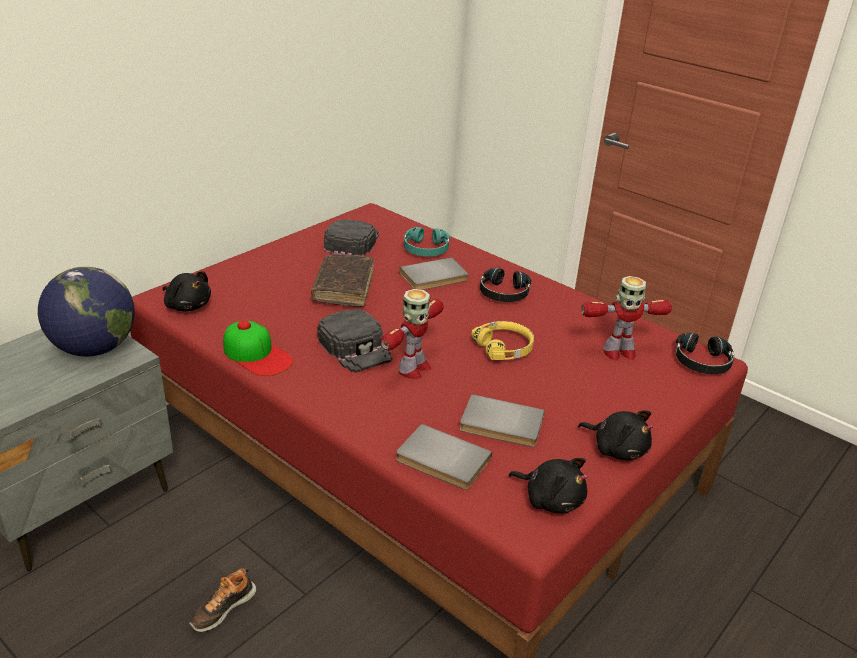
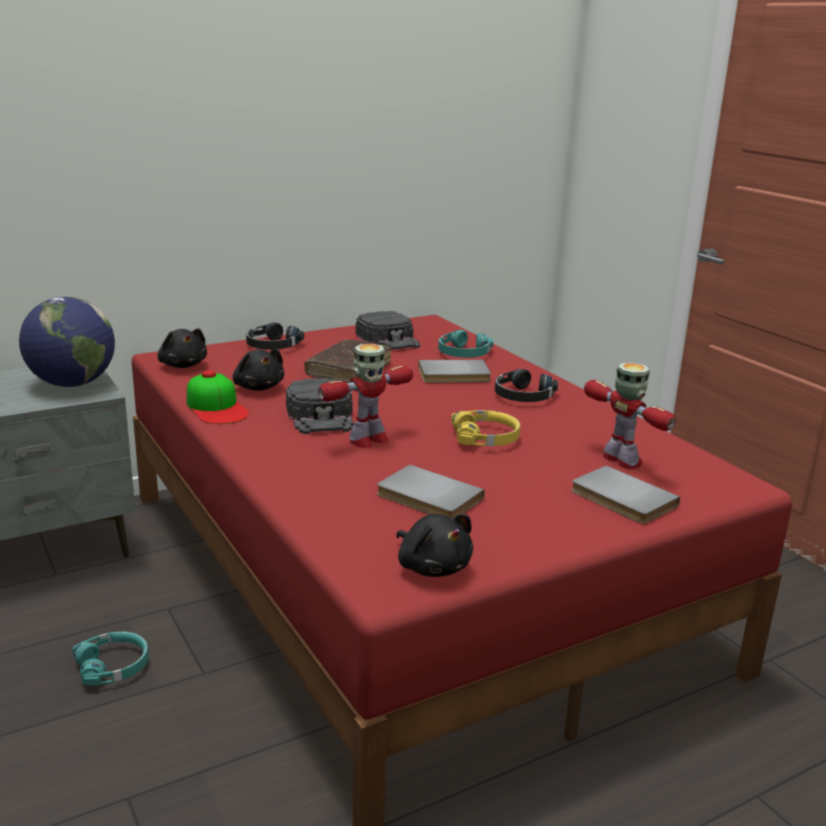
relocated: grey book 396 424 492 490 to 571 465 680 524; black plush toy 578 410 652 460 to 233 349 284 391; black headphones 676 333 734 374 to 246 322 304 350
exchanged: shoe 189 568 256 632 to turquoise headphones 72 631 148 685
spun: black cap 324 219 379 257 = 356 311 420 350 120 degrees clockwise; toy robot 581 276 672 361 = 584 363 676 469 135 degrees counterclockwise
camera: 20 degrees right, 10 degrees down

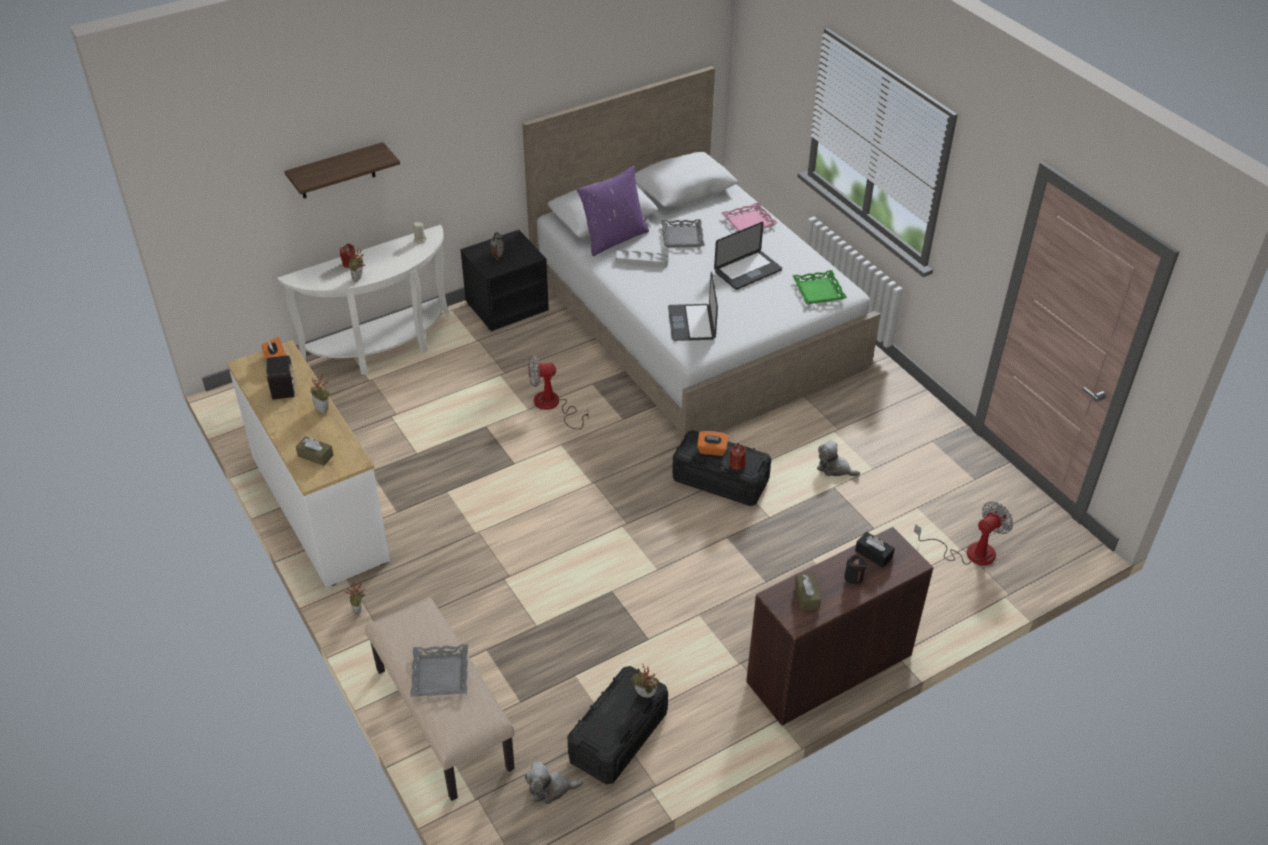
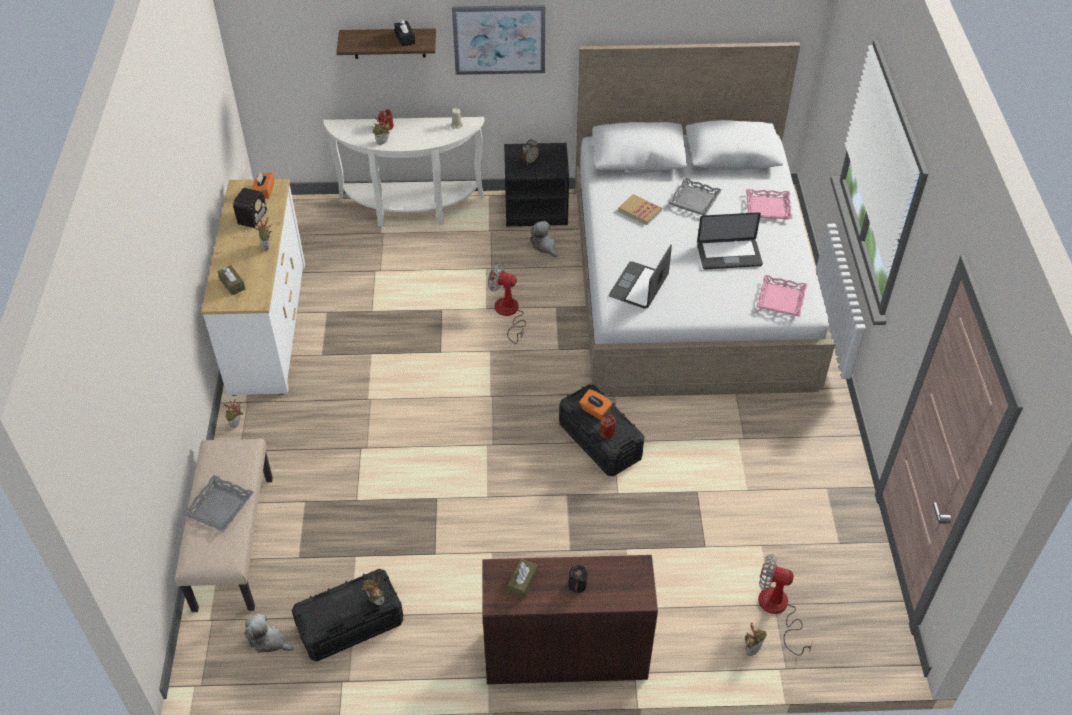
missing: purple pillow 577 166 649 256
appeared: picture 452 5 545 75; potted plant 745 622 767 656
relocated: plush toy 817 440 860 476 to 530 221 558 258; black tissue box 855 532 895 568 to 394 19 415 47
exchanged: grey tray 615 250 669 268 to book 618 194 662 225
colour: green tray 792 270 847 304 to pink tray 756 275 808 316
spun: fan 914 502 1013 565 = 758 554 813 656 150 degrees counterclockwise
camera: 30 degrees right, 5 degrees up

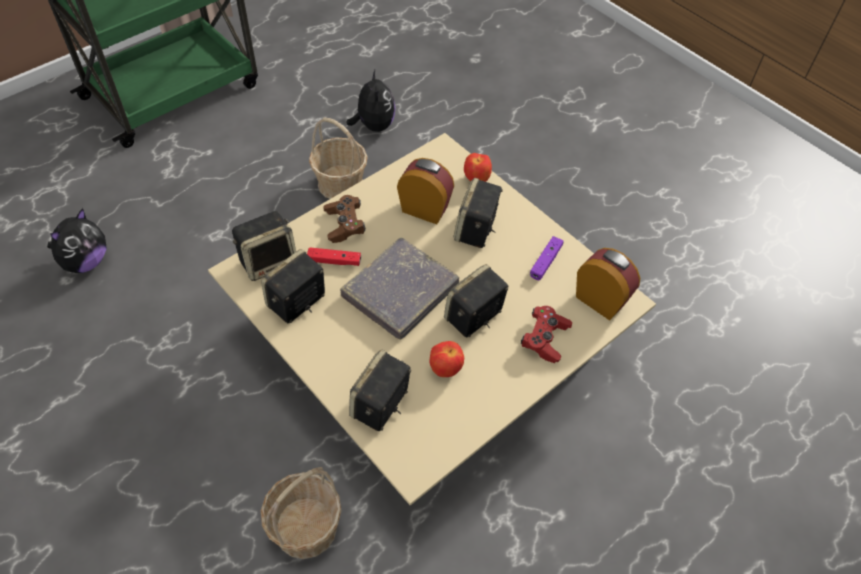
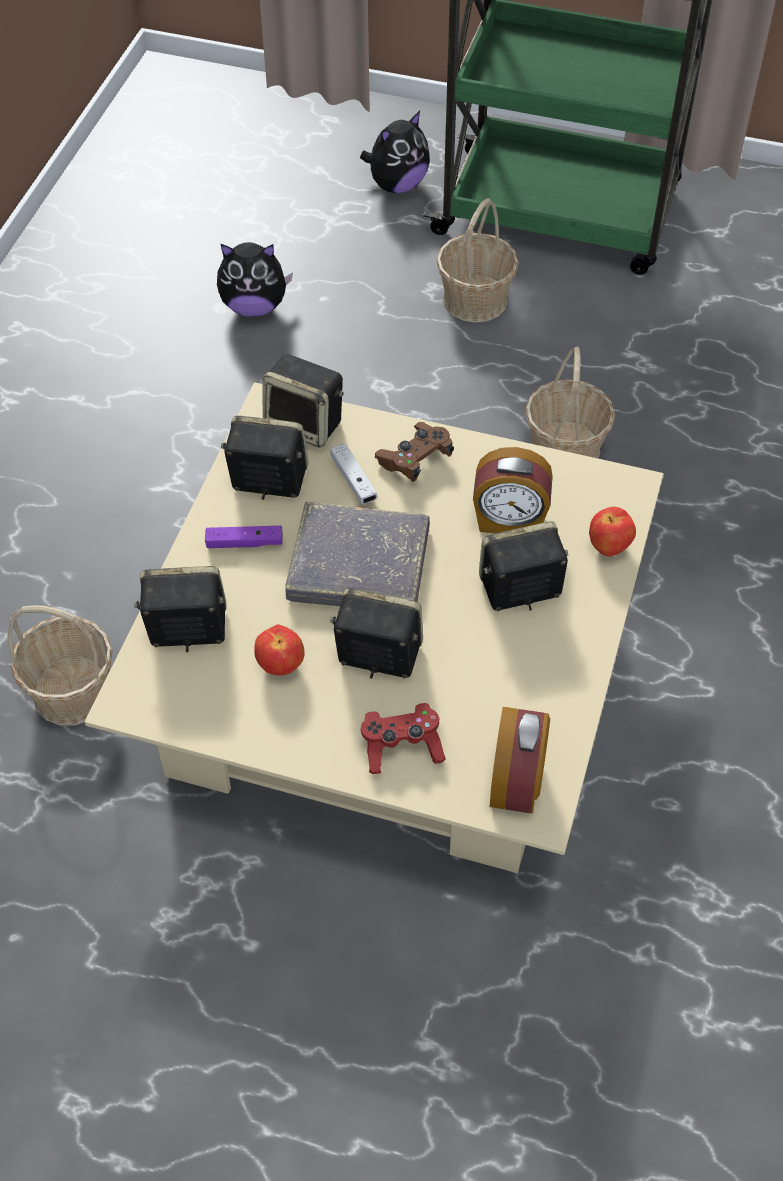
appeared: basket 436 198 519 323
relocated: plush toy 347 70 395 132 to 360 111 430 193; purple game controller 530 236 564 280 to 205 526 283 548
colour: red game controller 307 247 361 266 to white game controller 330 444 377 504
spun: alarm clock 397 158 454 224 = 473 447 553 534 105 degrees clockwise
camera: 60 degrees right, 0 degrees up

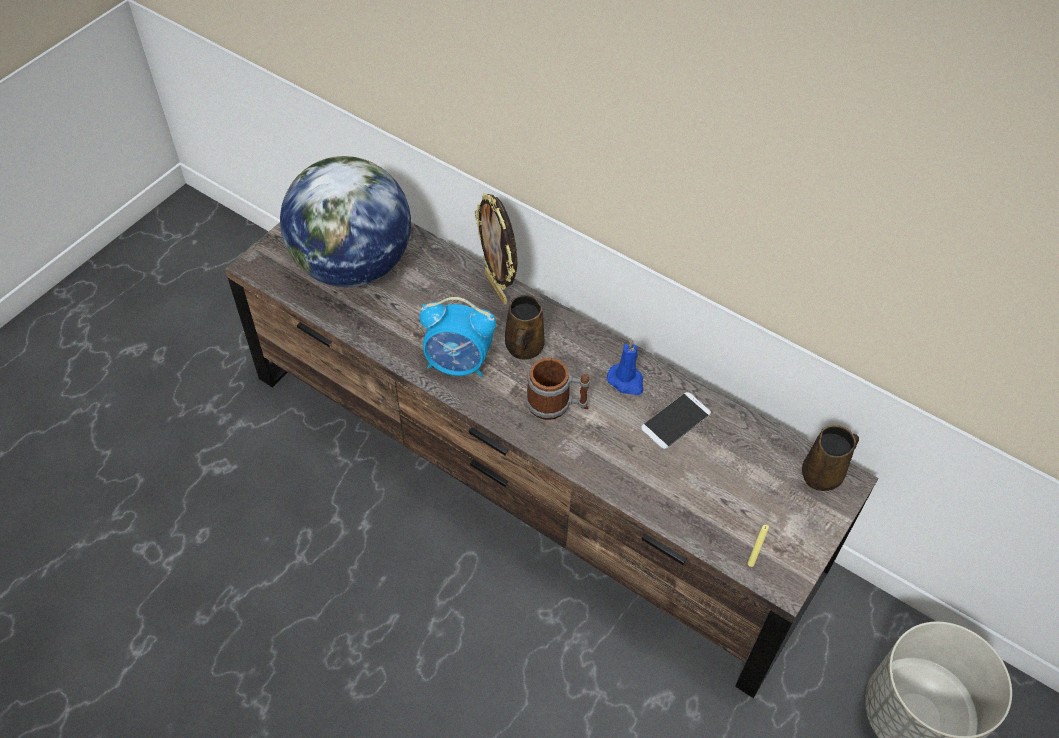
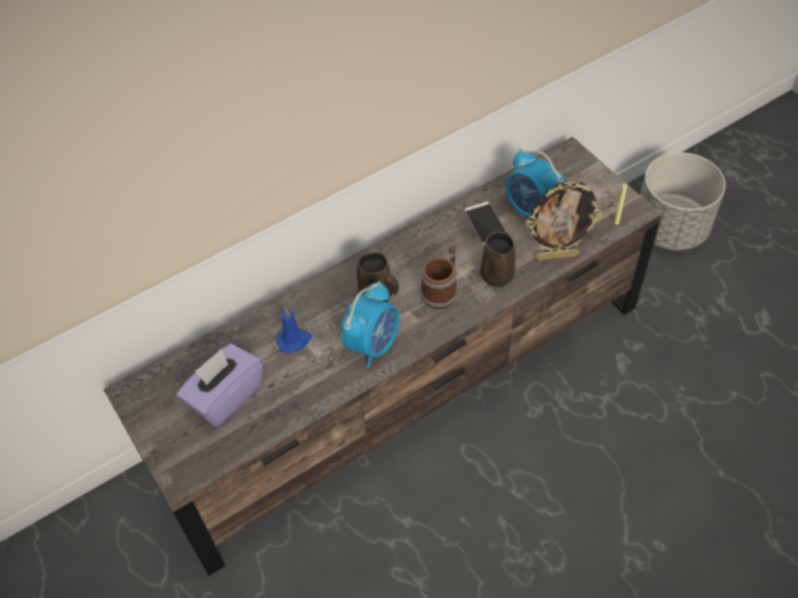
appeared: alarm clock 506 149 565 216
relocated: picture frame 475 193 517 305 to 526 181 602 260; blue candle 607 339 643 395 to 276 307 312 353; brown mug 802 425 859 491 to 481 232 515 287
exchanged: globe 280 156 411 287 to purple tissue box 176 344 263 427
camera: 65 degrees left, 0 degrees up

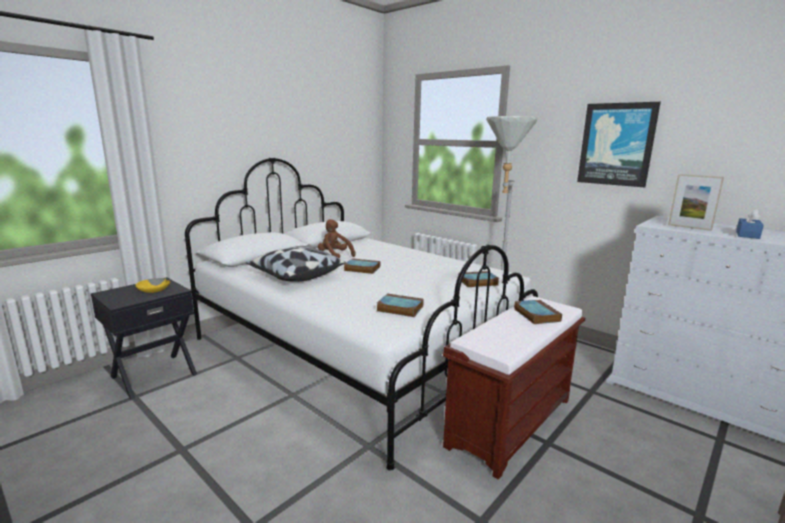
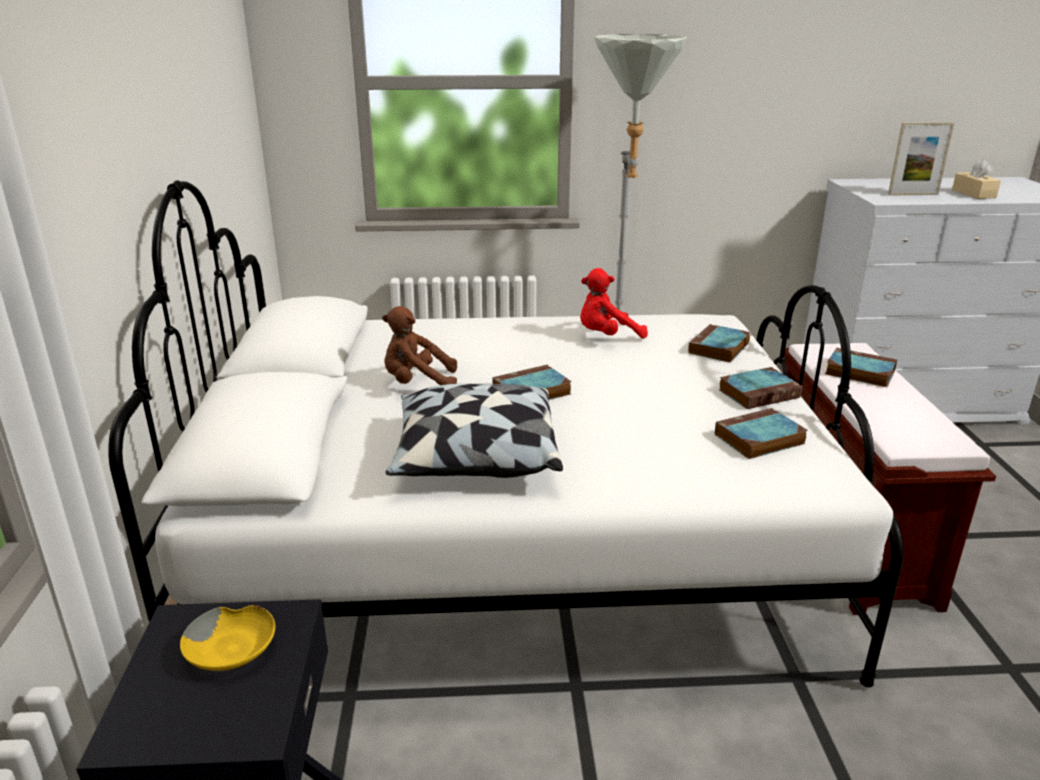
missing: picture 577 102 661 187
appeared: red plush toy 580 268 648 339; book 718 367 803 409
colour: blue tissue box 736 209 764 239 to beige tissue box 952 159 1001 199
camera: 45 degrees left, 10 degrees up

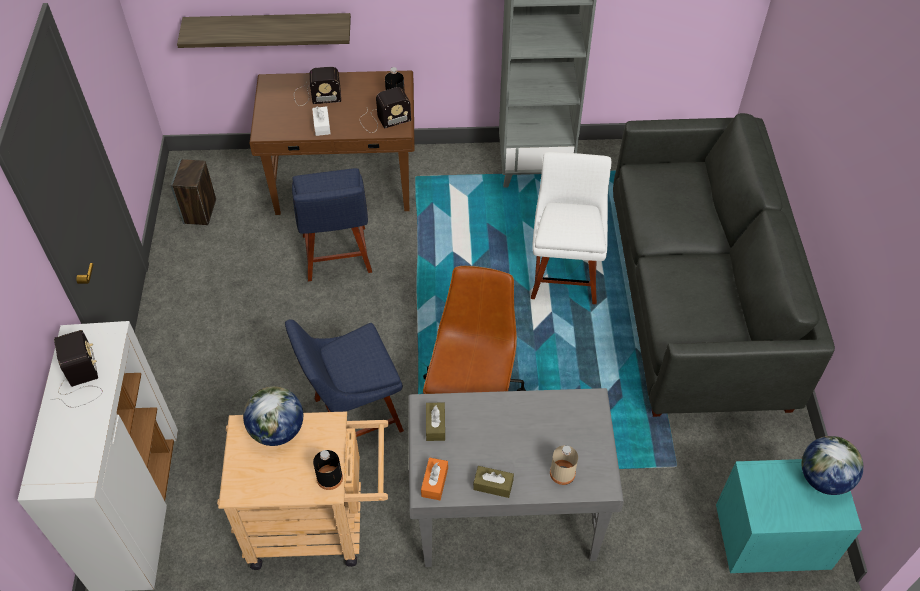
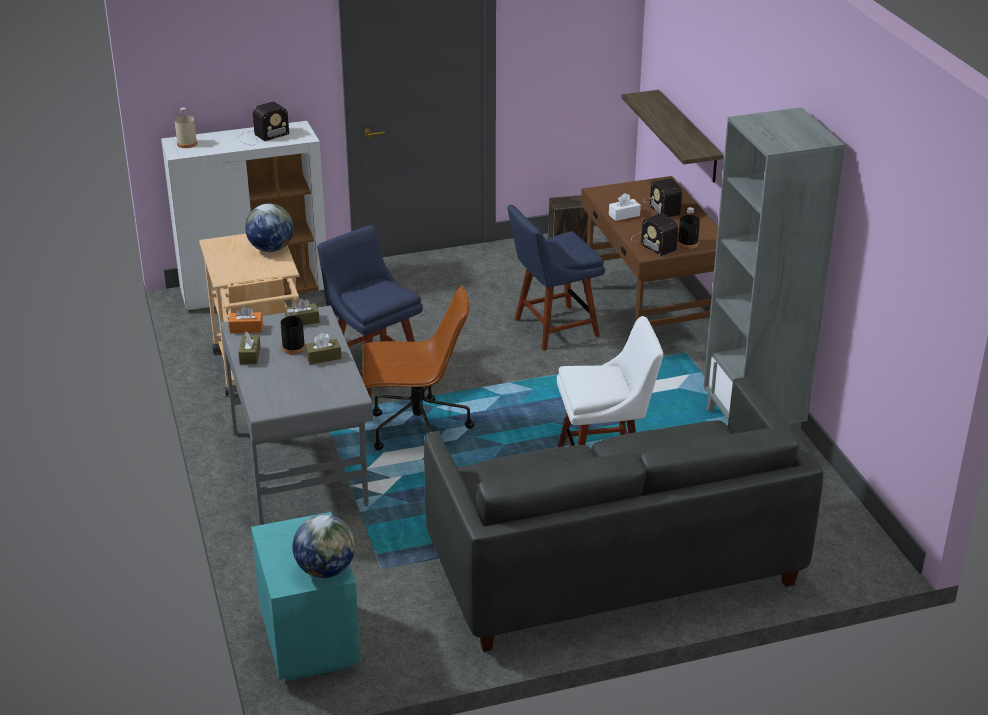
appeared: brown tissue box 305 333 342 365
relocated: black bottle 313 450 343 490 to 280 309 305 354; beige bottle 550 445 578 485 to 175 107 197 148
camera: 75 degrees right, 20 degrees down

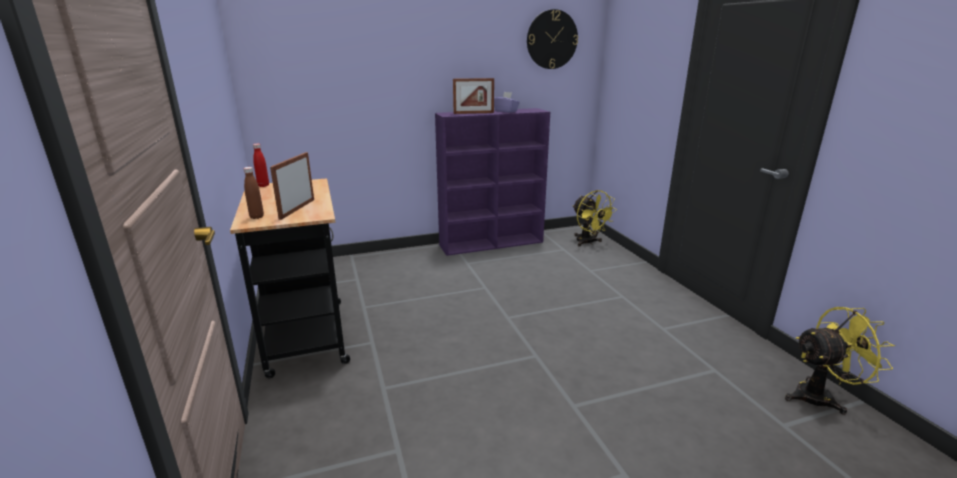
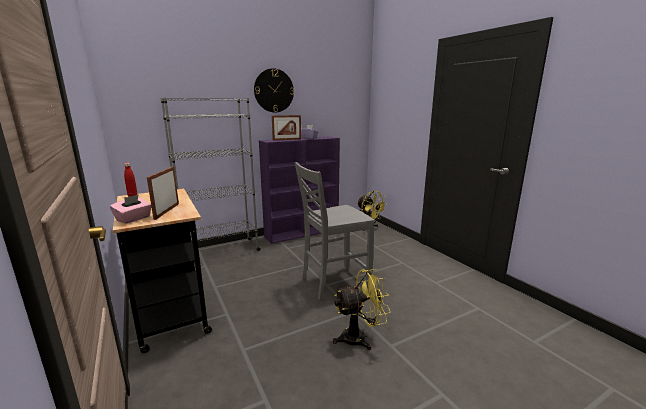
appeared: grey bookcase 161 98 261 251; grey chair 295 162 374 300
relocated: wall clock 527 9 578 69 to 254 68 294 112; yellow fan 785 307 895 415 to 333 269 390 350
exchanged: brown bottle 244 167 264 219 to pink tissue box 110 194 151 224
camera: 10 degrees left, 5 degrees down

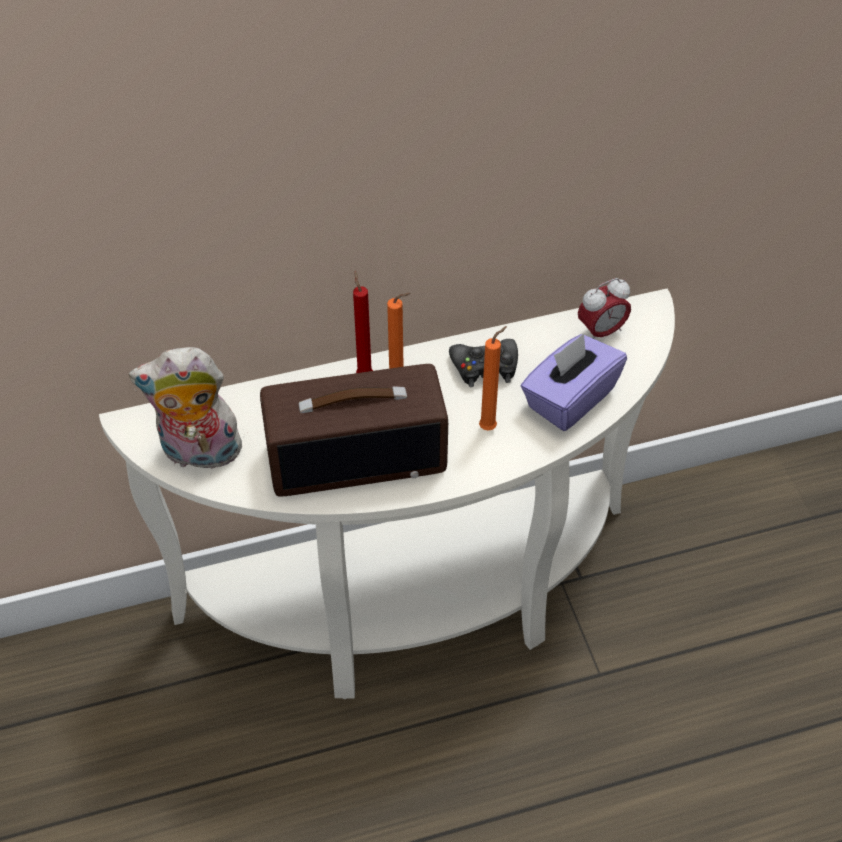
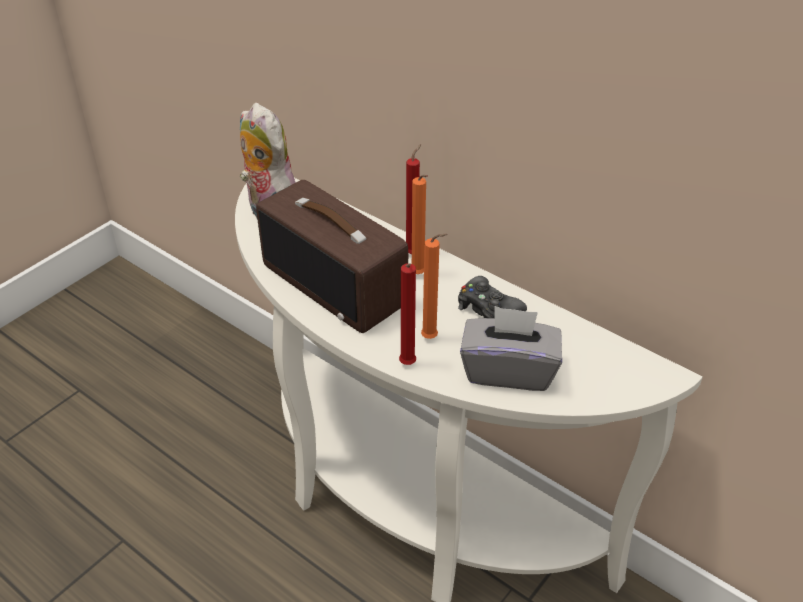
missing: alarm clock 578 278 631 339
appeared: red candle 399 263 416 365
colour: purple tissue box 521 333 627 431 to grey tissue box 460 306 562 391
camera: 55 degrees right, 10 degrees down

